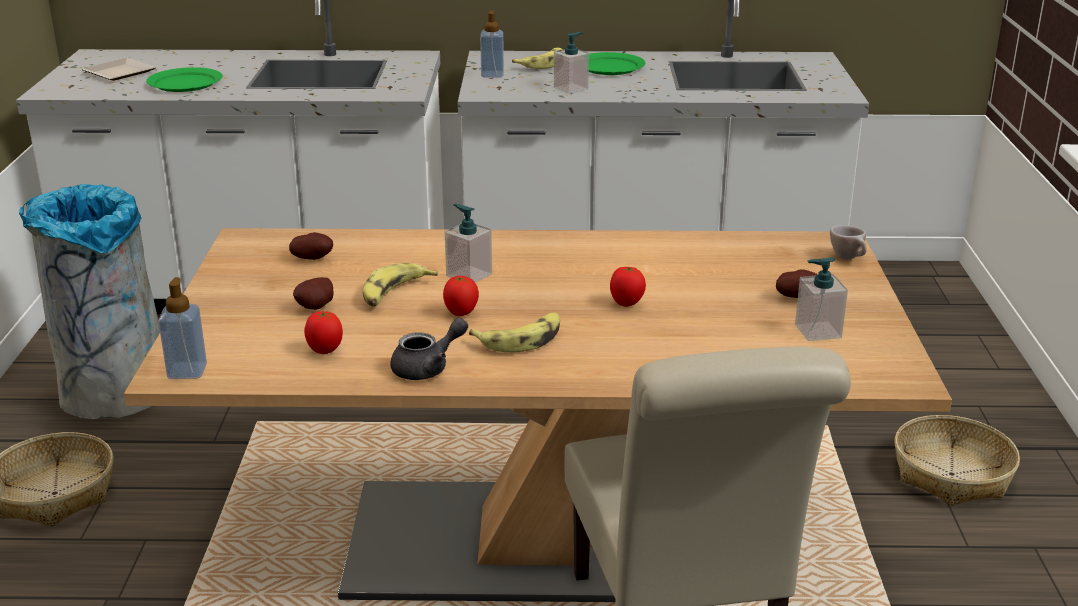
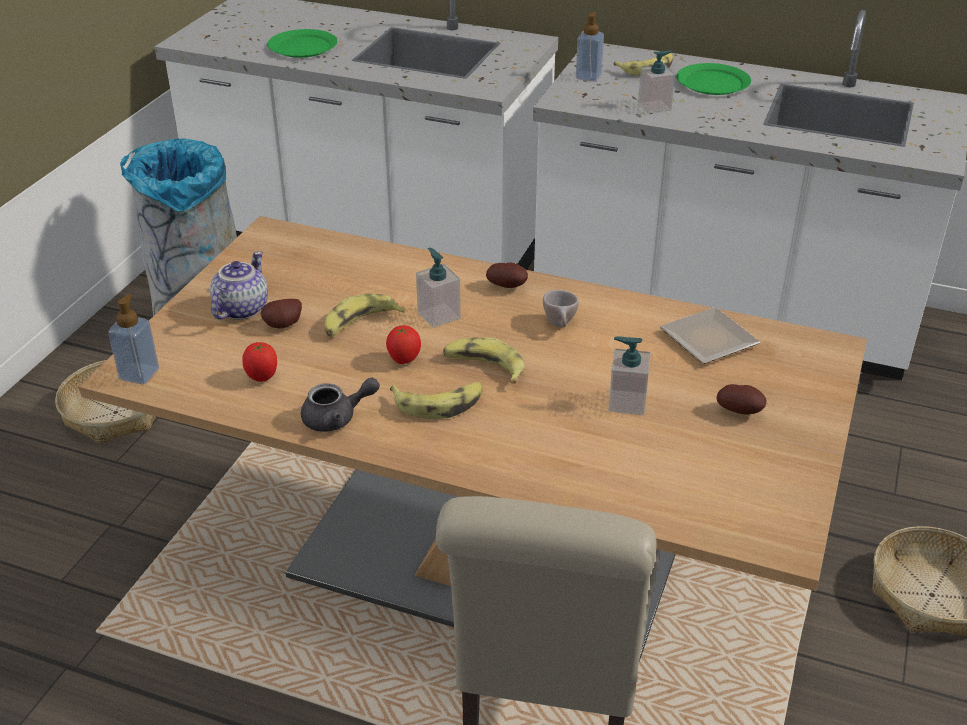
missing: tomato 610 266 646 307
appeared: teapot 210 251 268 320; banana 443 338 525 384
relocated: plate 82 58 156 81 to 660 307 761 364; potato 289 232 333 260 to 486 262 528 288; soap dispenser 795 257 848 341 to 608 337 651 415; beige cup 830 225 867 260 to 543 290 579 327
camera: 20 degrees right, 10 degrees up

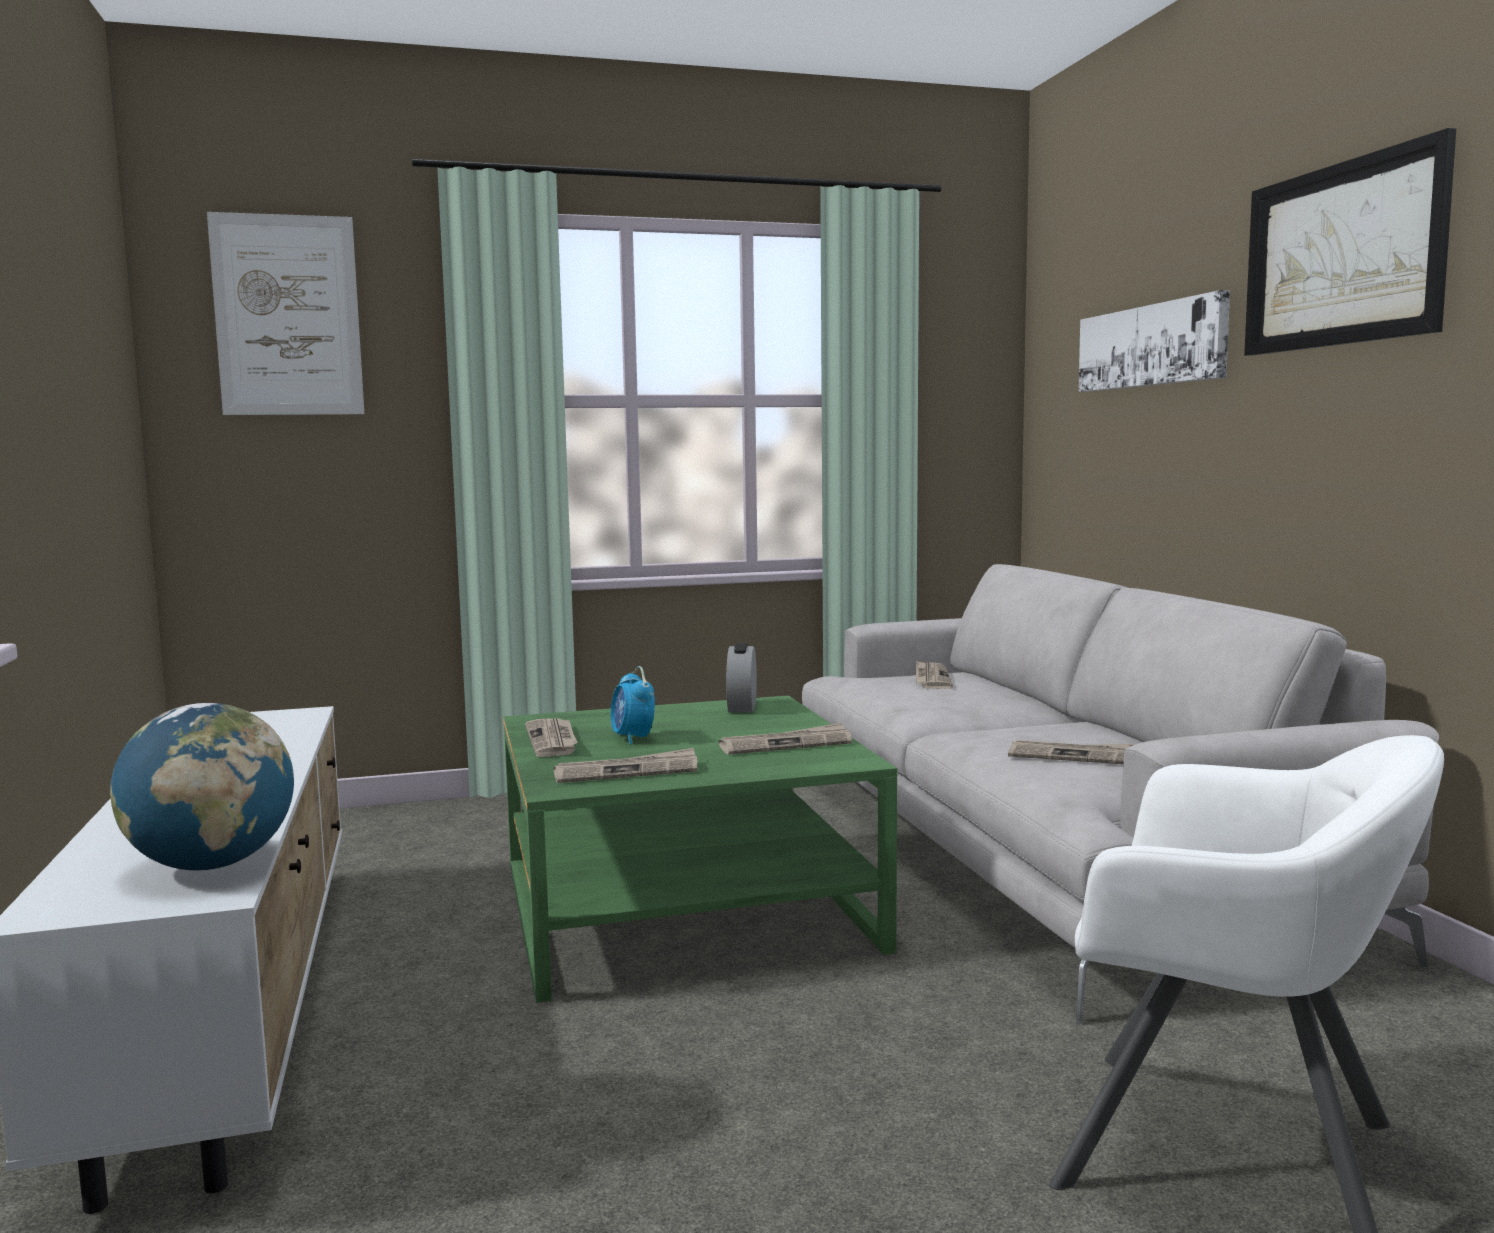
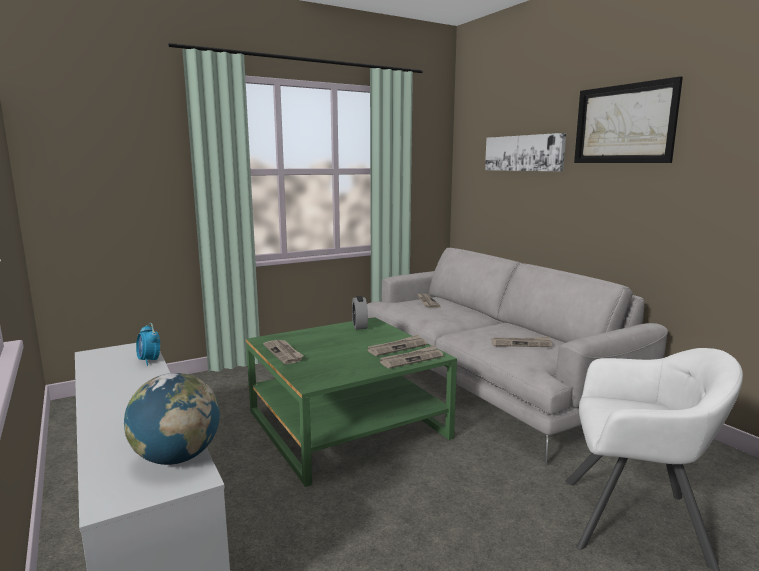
missing: picture 207 212 364 415
relocated: newspaper 553 748 697 783 to 380 345 443 369; alarm clock 611 666 655 745 to 136 323 160 366
camera: 15 degrees left, 5 degrees up

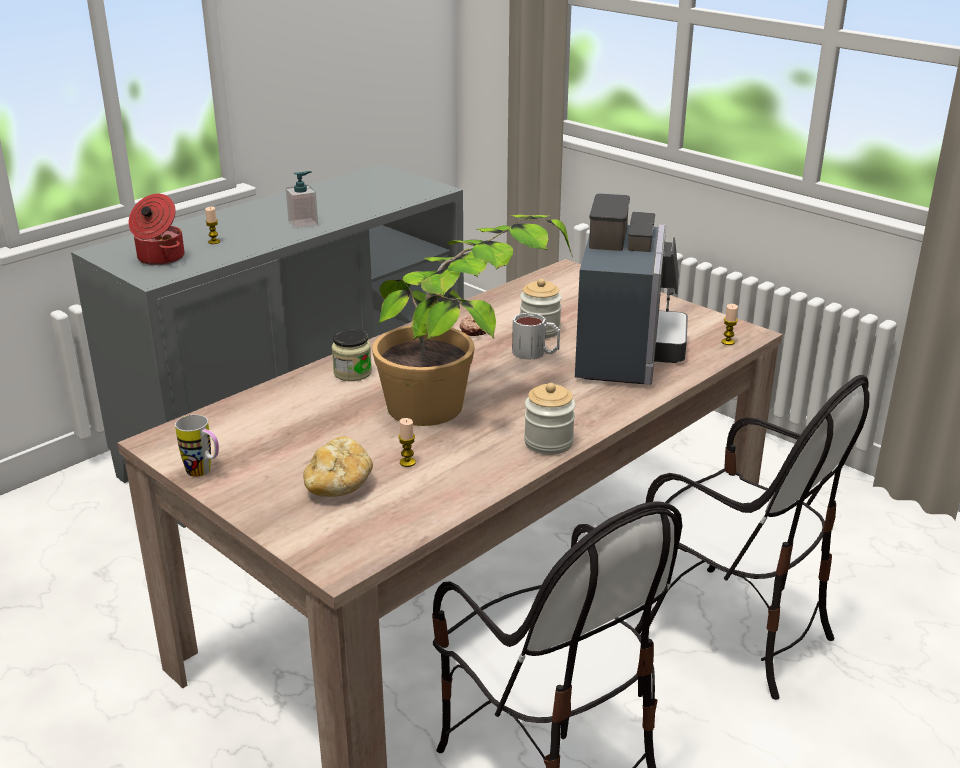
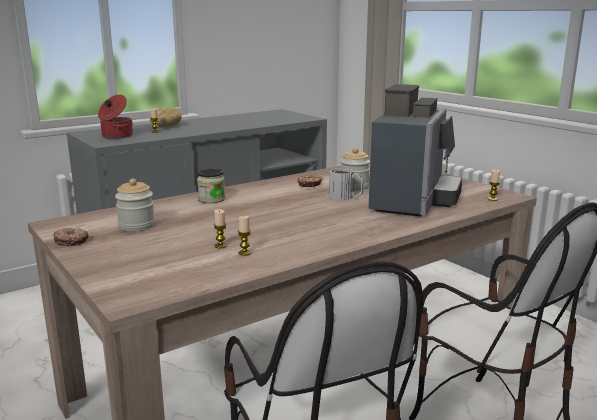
missing: soap dispenser 286 171 318 229; potted plant 372 215 573 426
appeared: candle 238 216 252 256
relocated: bread 303 437 373 497 to 150 107 182 127; jar 524 383 575 455 to 115 179 155 231
exchanged: mug 175 415 219 477 to donut 53 228 88 246
camera: 10 degrees right, 10 degrees down

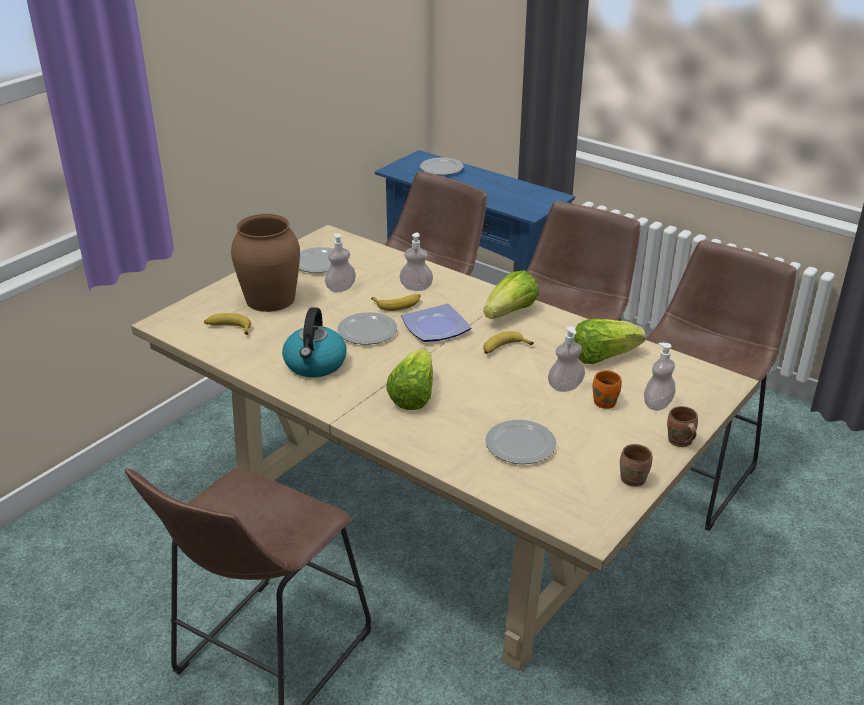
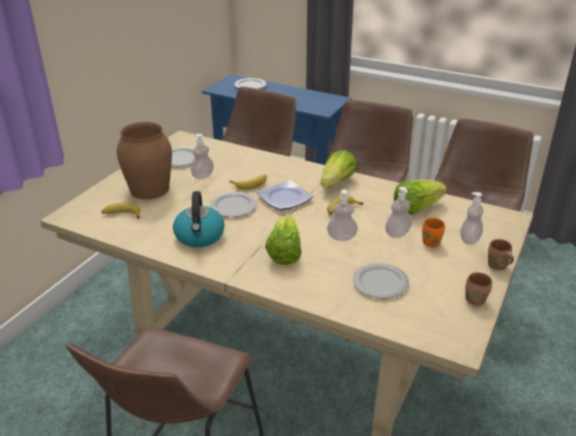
relocated: soap dispenser 400 233 433 291 to 327 189 358 241
camera: 10 degrees left, 0 degrees up

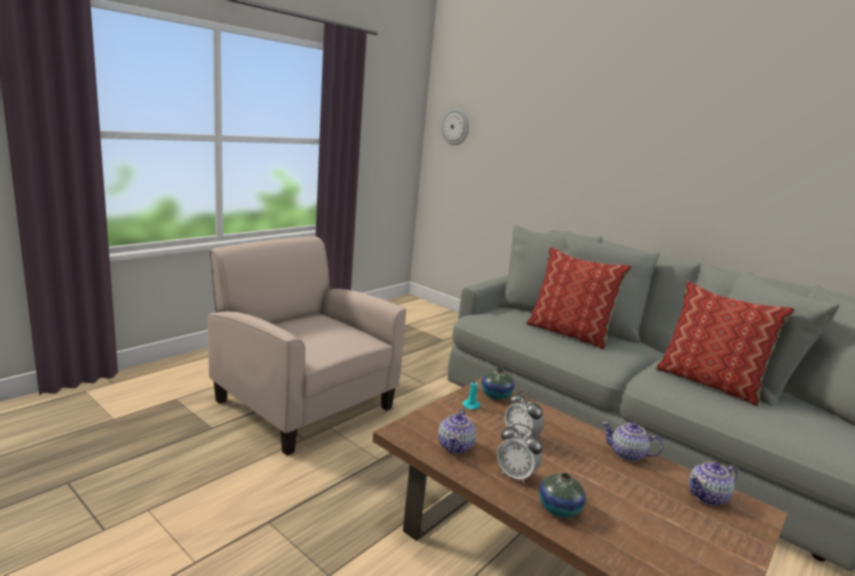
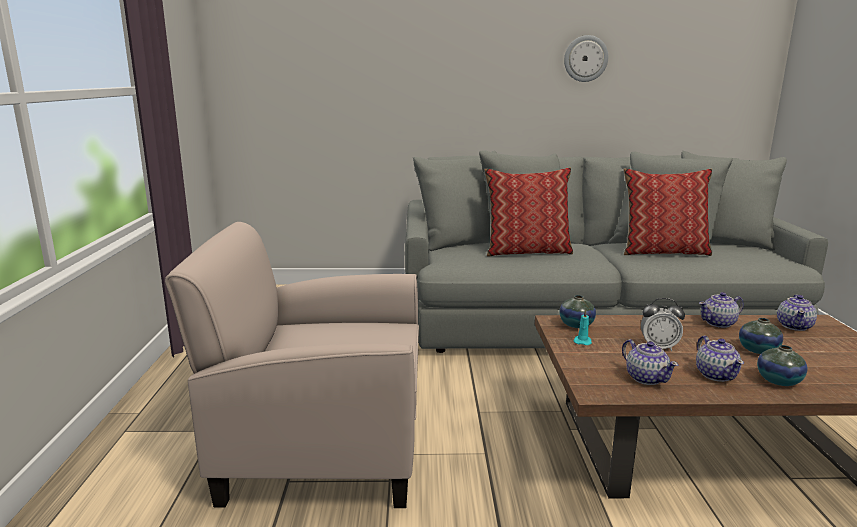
appeared: vase 739 318 783 354
relocated: wall clock 441 109 469 145 to 564 35 608 82
exchanged: alarm clock 497 423 543 484 to teapot 696 336 744 382
camera: 40 degrees left, 0 degrees up

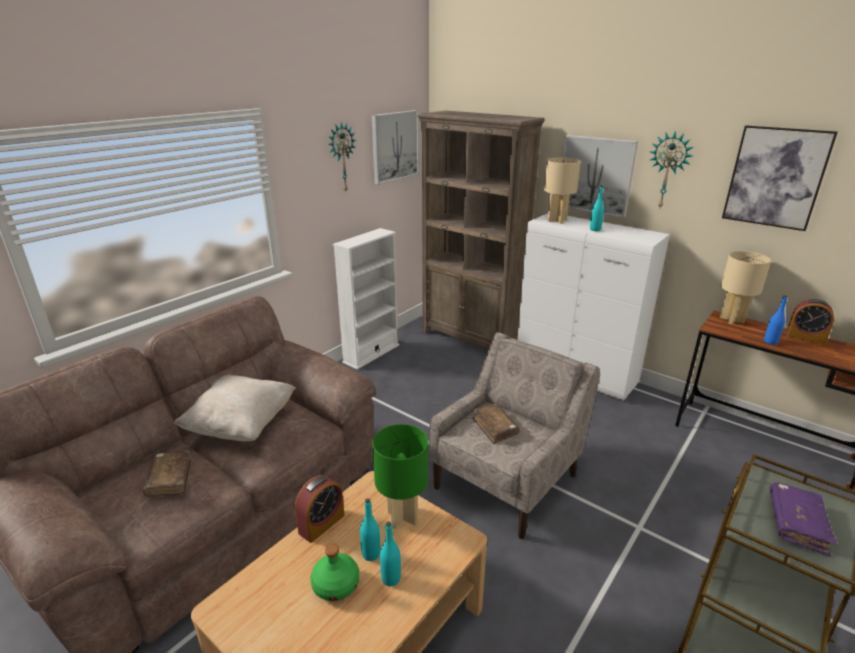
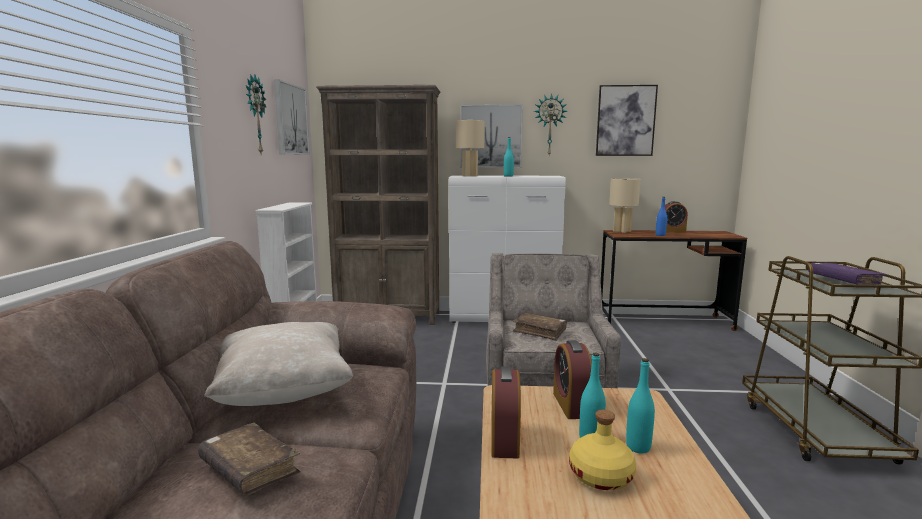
exchanged: green table lamp 372 424 428 529 to alarm clock 553 340 592 419
colour: green bottle 310 544 359 601 to yellow bottle 569 409 636 490
camera: 35 degrees left, 15 degrees down

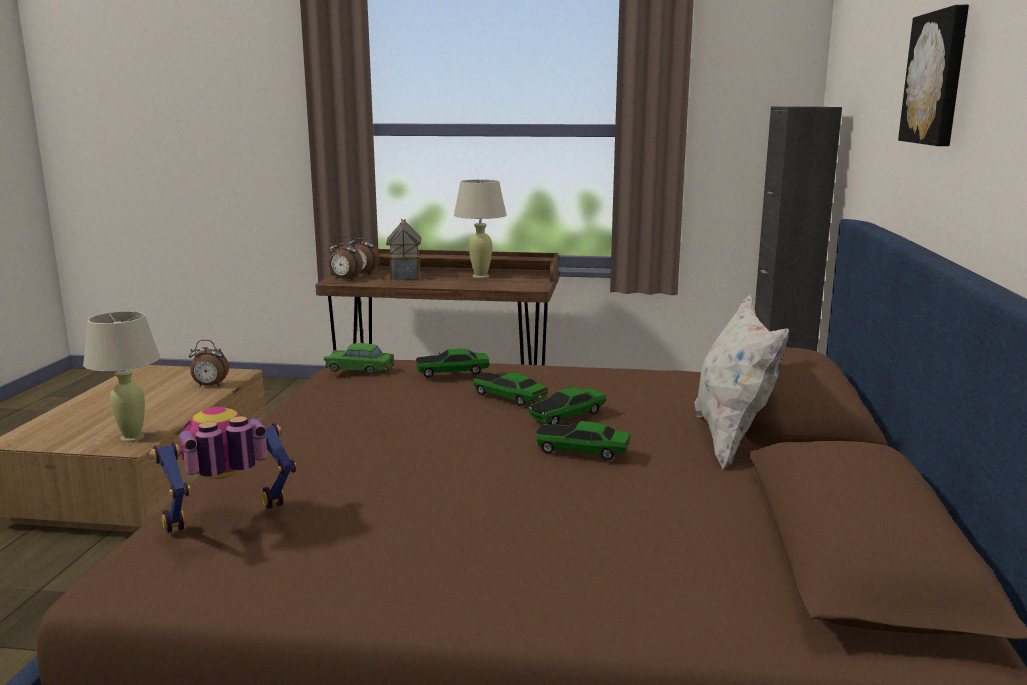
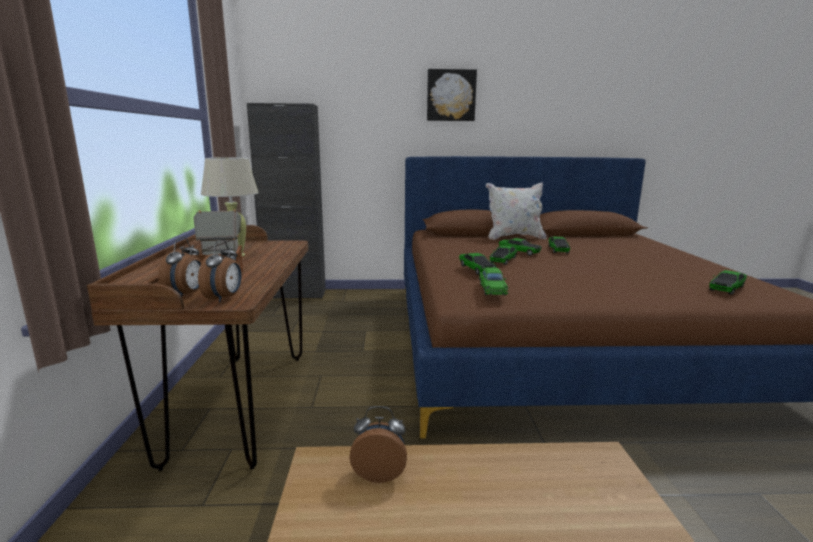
missing: beige table lamp 83 311 160 442
exchanged: toy robot 149 407 297 533 to toy car 709 270 747 295
spun: alarm clock 189 340 229 387 = 349 406 407 483 75 degrees counterclockwise
camera: 100 degrees left, 0 degrees up

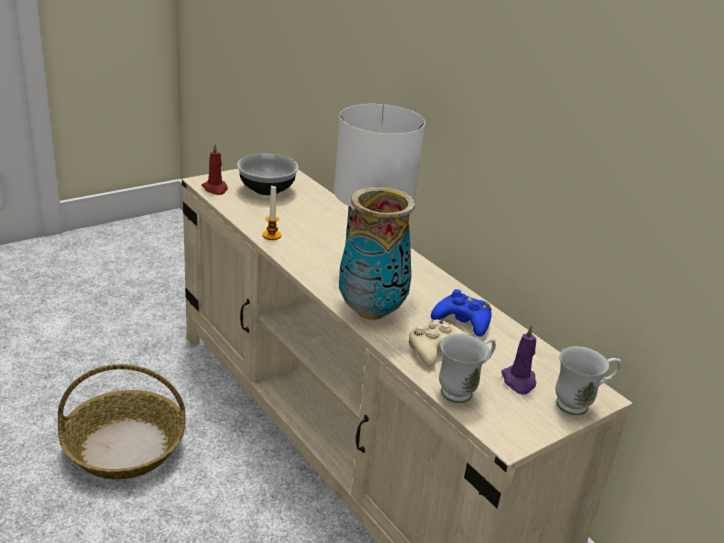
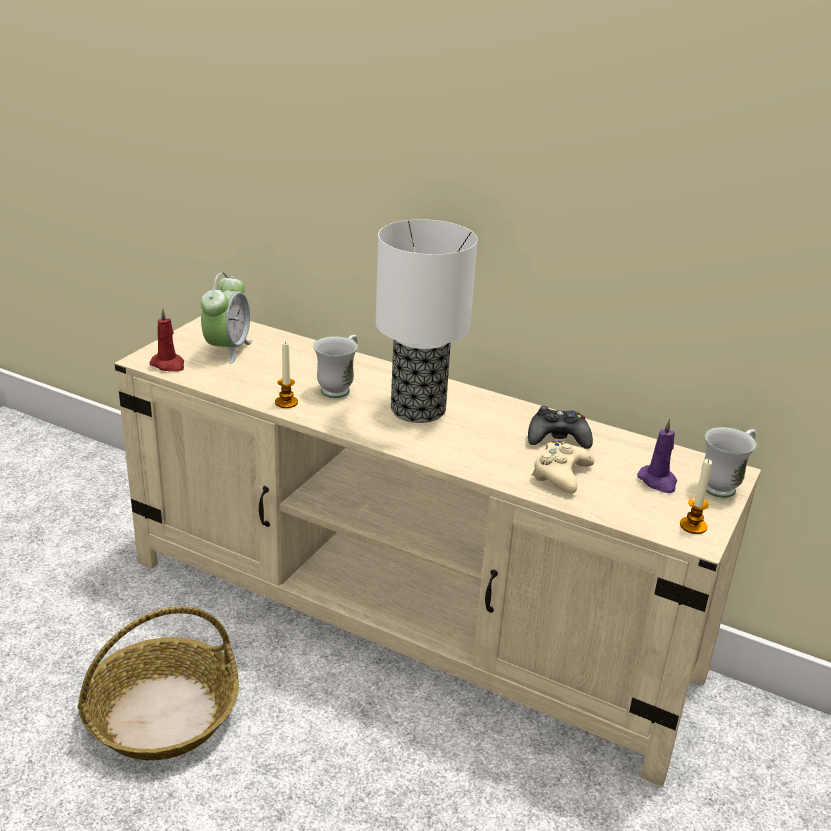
missing: vase 339 187 415 320
appeared: candle 680 459 712 534
relocated: white mug 439 334 496 403 to 313 335 358 398
exchanged: bowl 237 154 299 195 to alarm clock 201 272 252 364
colour: blue game controller 431 289 492 337 to black game controller 528 406 593 449
camera: 25 degrees left, 0 degrees up

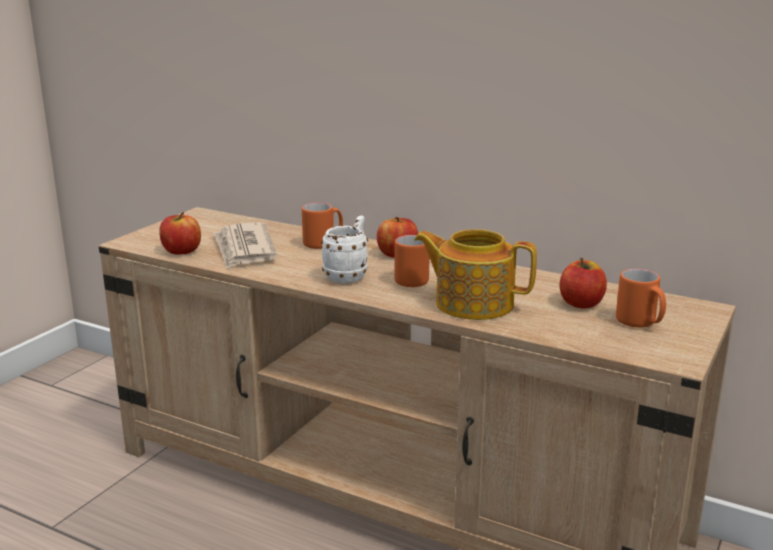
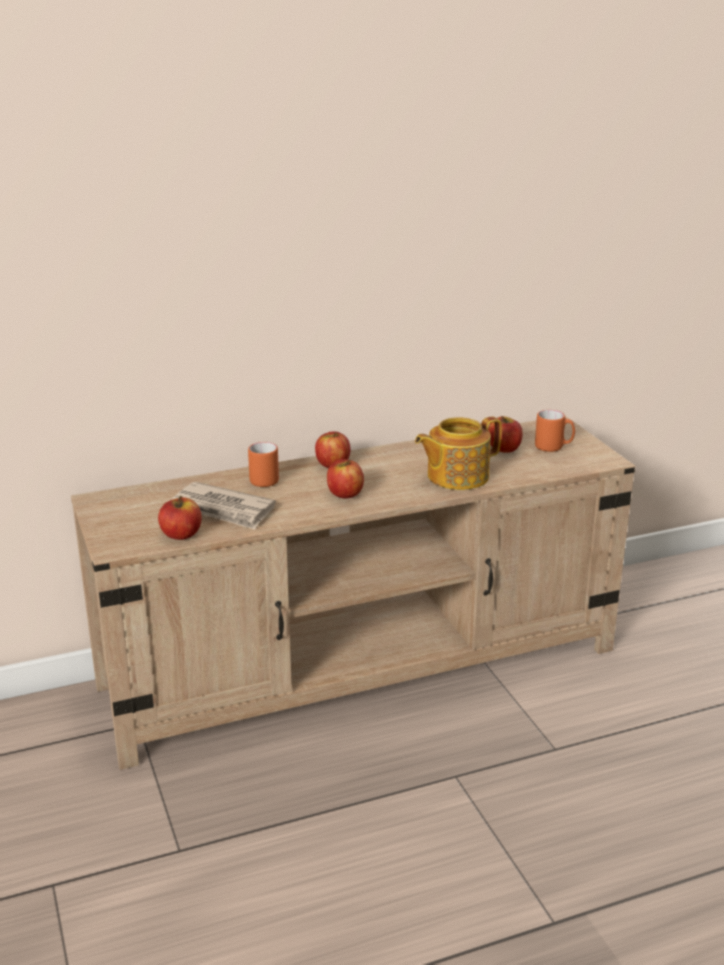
missing: orange mug 394 235 429 287
exchanged: white mug 321 215 368 283 to apple 327 459 364 498
camera: 50 degrees left, 5 degrees up

